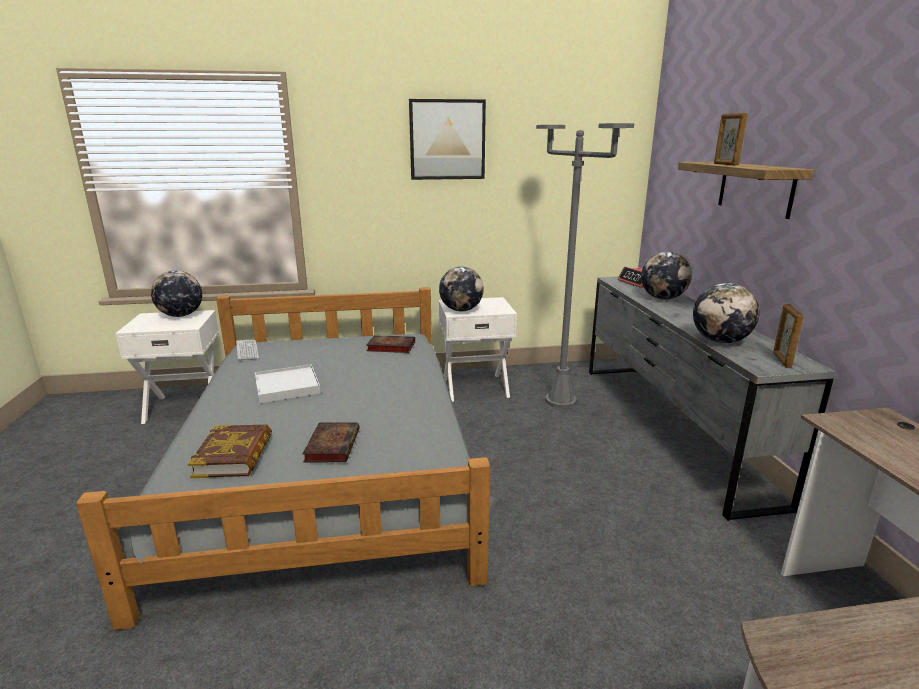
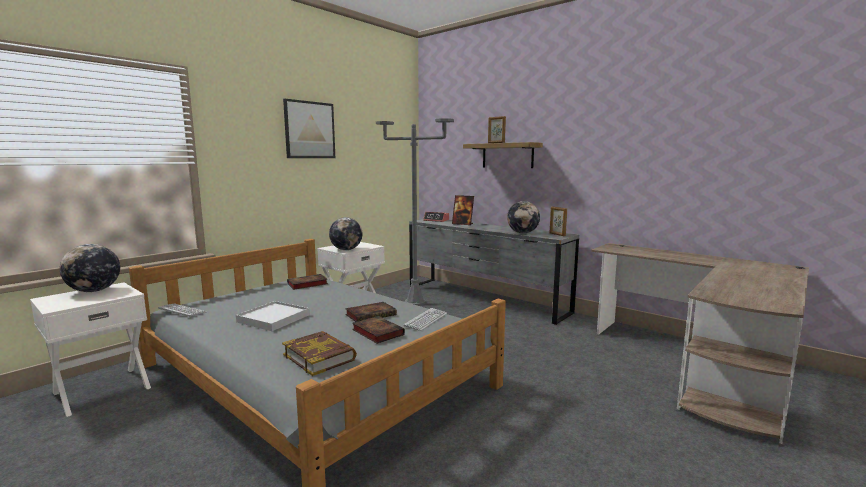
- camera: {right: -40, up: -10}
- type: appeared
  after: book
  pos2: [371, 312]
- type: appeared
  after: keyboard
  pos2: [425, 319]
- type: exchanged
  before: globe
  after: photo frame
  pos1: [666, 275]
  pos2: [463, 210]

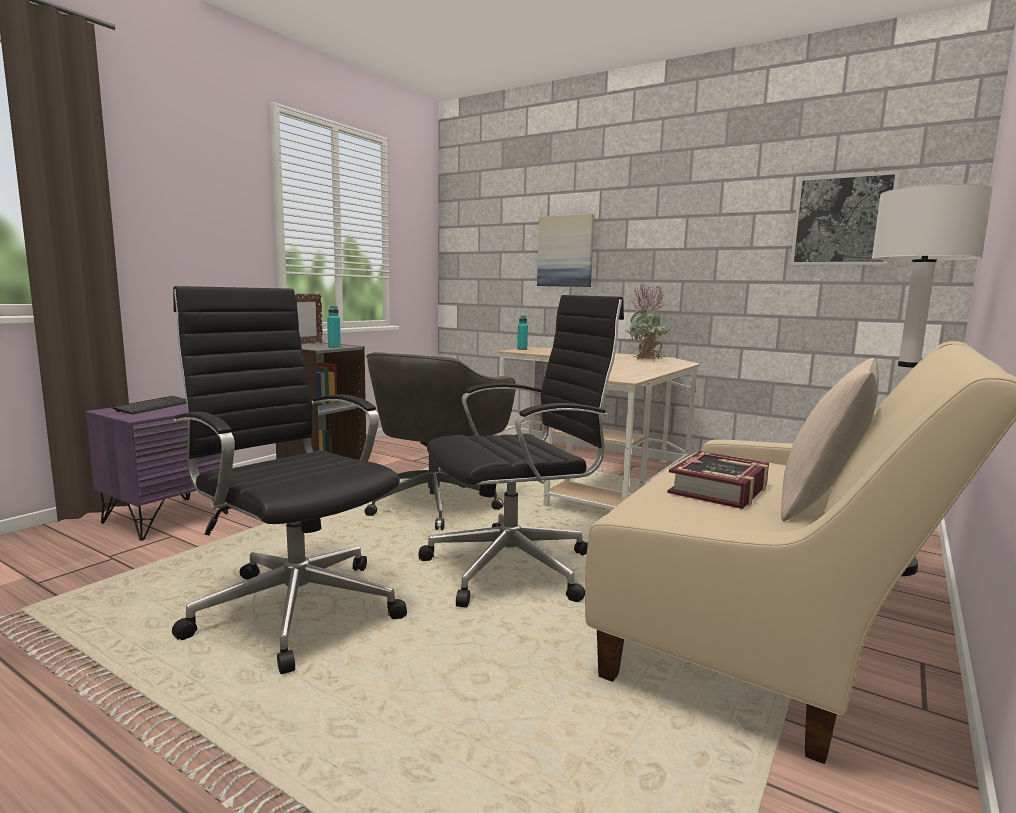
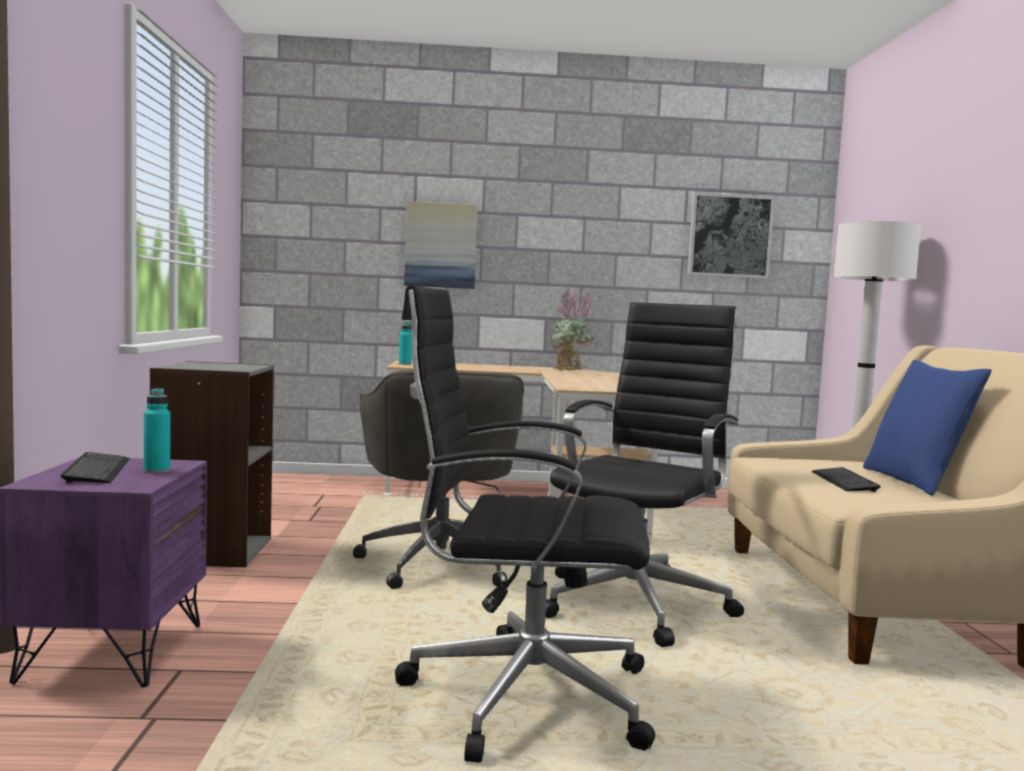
- camera: {right: -35, up: -5}
- type: missing
  before: photo frame
  pos1: [309, 318]
- type: relocated
  before: blue-green bottle
  pos1: [334, 327]
  pos2: [157, 430]
- type: exchanged
  before: book
  after: keyboard
  pos1: [718, 480]
  pos2: [846, 479]
- type: colour
  before: sand-coloured cushion
  after: blue-coloured cushion
  pos1: [830, 439]
  pos2: [927, 428]

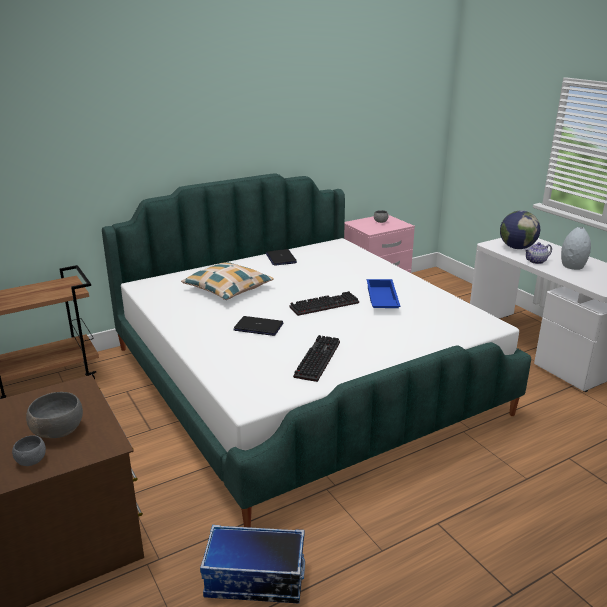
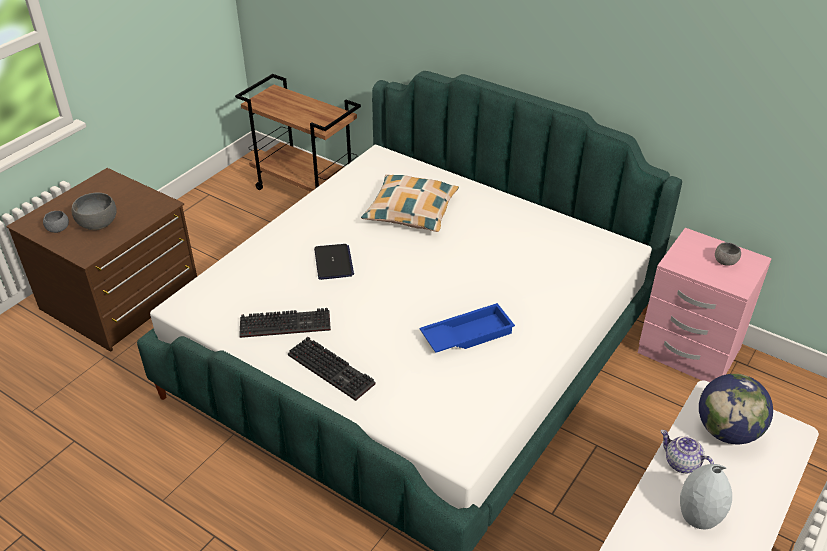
- camera: {right: 65, up: 15}
- type: missing
  before: storage container
  pos1: [252, 564]
- type: missing
  before: laptop
  pos1: [281, 257]
- type: relocated
  before: keyboard
  pos1: [324, 303]
  pos2: [332, 369]

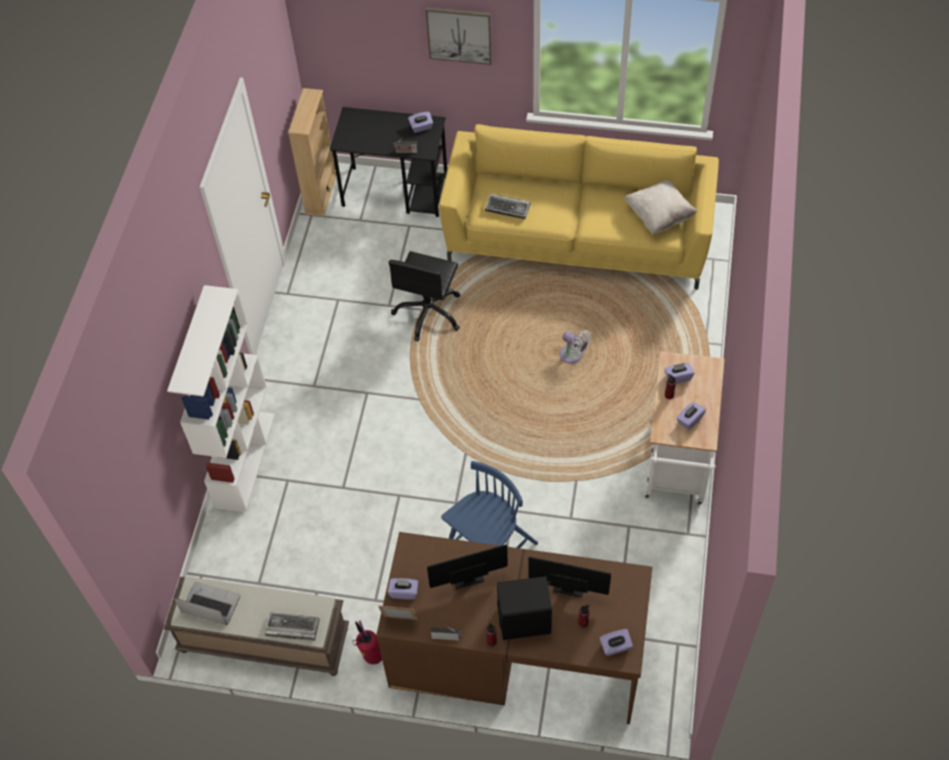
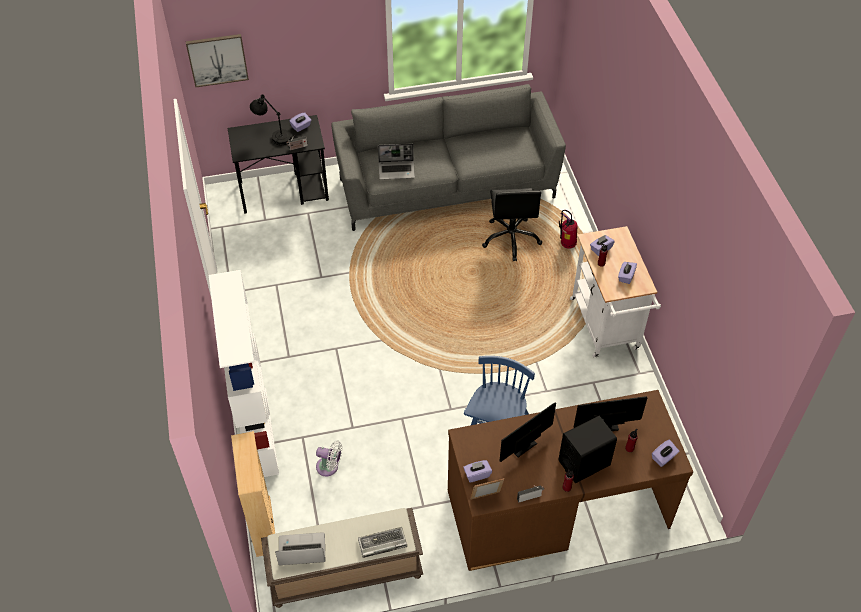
- camera: {right: -25, up: -5}
- type: missing
  before: sand-coloured cushion
  pos1: [660, 207]
- type: appeared
  after: blackish table lamp
  pos2: [271, 119]
- type: relocated
  before: sand-coloured bookshelf
  pos1: [312, 152]
  pos2: [253, 494]
- type: relocated
  before: extinguisher
  pos1: [367, 642]
  pos2: [568, 229]
- type: relocated
  before: blackish computer chair
  pos1: [424, 296]
  pos2: [512, 224]
- type: relocated
  before: wall art
  pos1: [459, 36]
  pos2: [217, 61]
- type: relocated
  before: white cooling fan
  pos1: [575, 347]
  pos2: [329, 458]
- type: exchanged
  before: keyboard
  after: laptop
  pos1: [508, 206]
  pos2: [396, 161]
- type: colour
  before: yellow sofa
  after: grey sofa
  pos1: [579, 207]
  pos2: [448, 157]

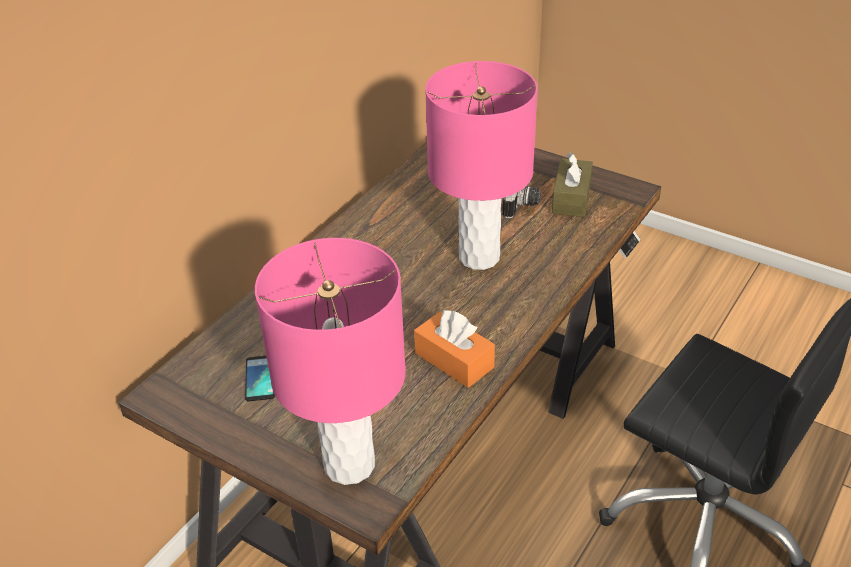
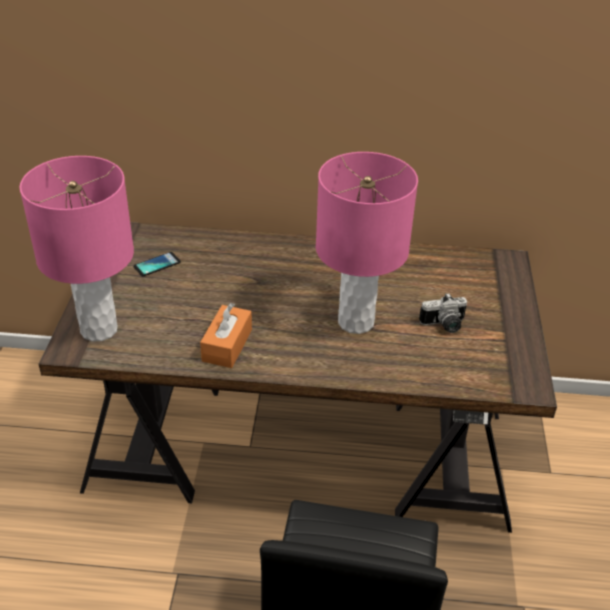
- camera: {right: 60, up: 0}
- type: missing
  before: brownish tissue holder
  pos1: [572, 185]

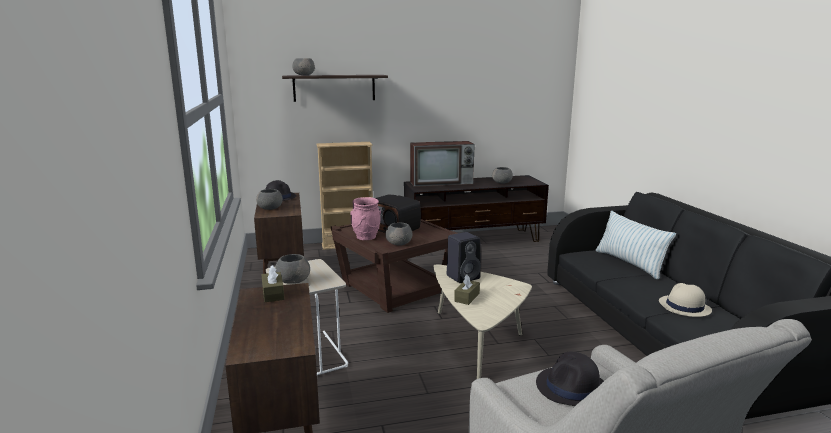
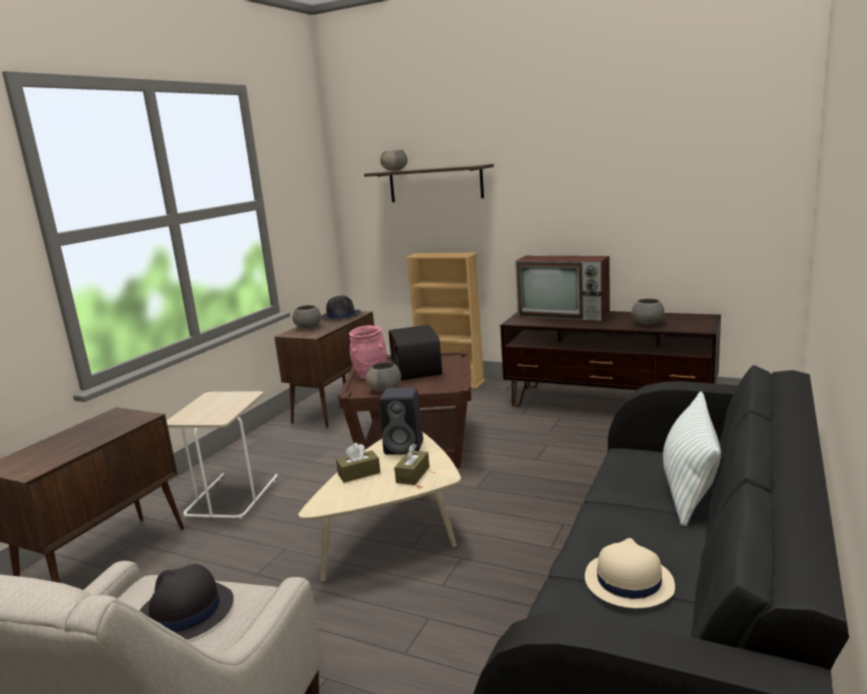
- camera: {right: 40, up: 0}
- type: missing
  before: grey serving bowl
  pos1: [292, 269]
- type: relocated
  before: brownish tissue holder
  pos1: [272, 283]
  pos2: [412, 464]

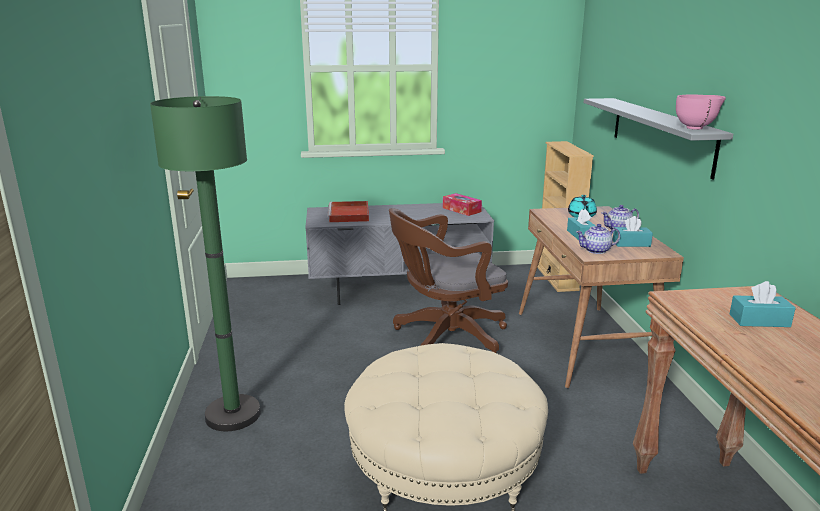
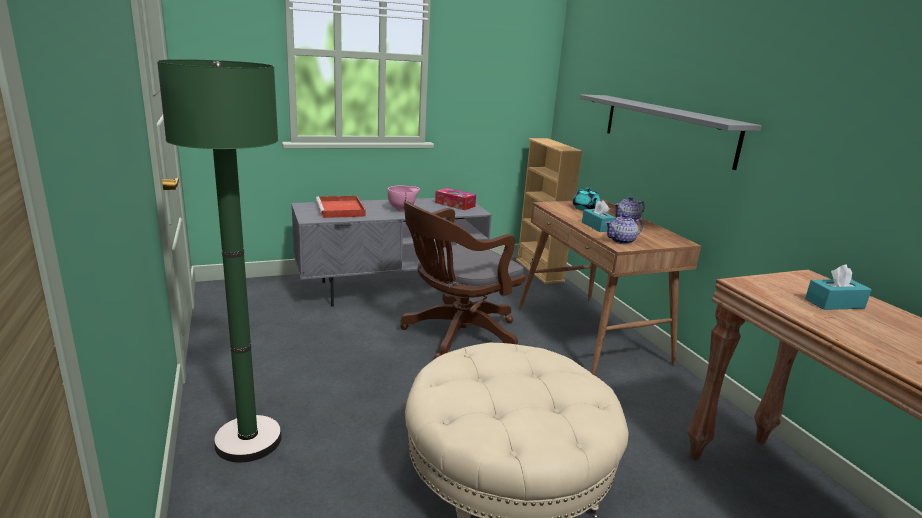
- camera: {right: -15, up: 0}
- type: missing
  before: blue-green tissue holder
  pos1: [633, 231]
- type: relocated
  before: pinkish serving bowl
  pos1: [701, 112]
  pos2: [403, 198]

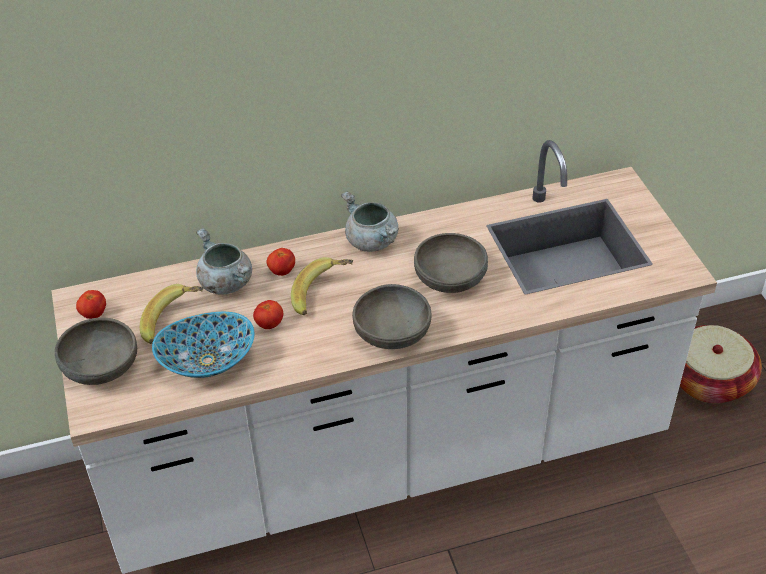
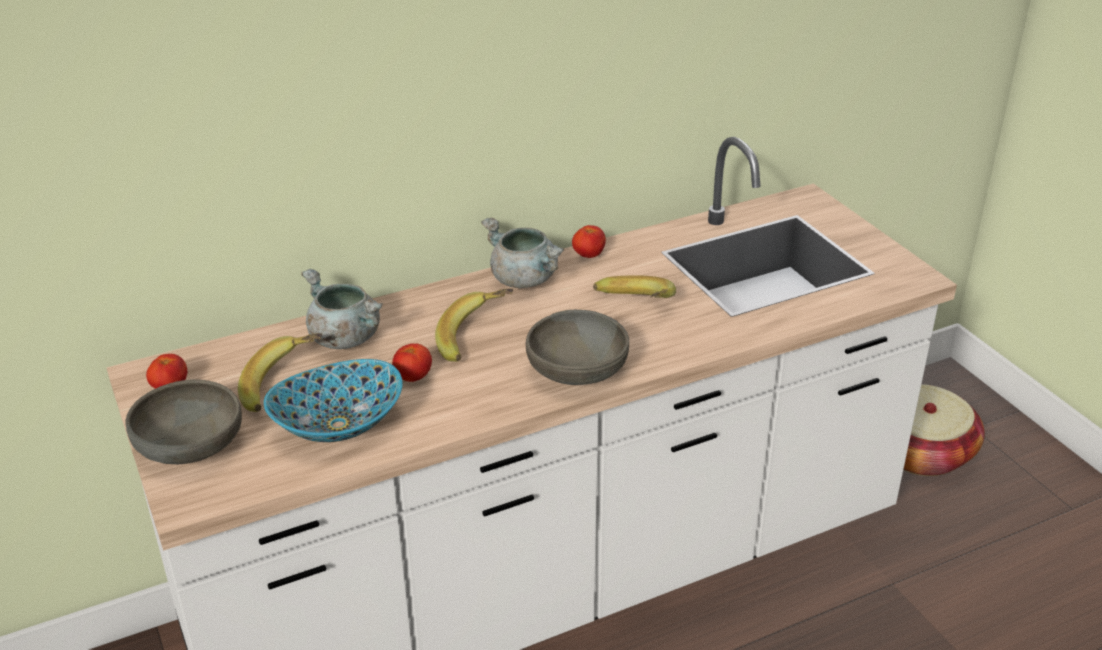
- camera: {right: -10, up: -10}
- type: relocated
  before: fresh tomato
  pos1: [281, 262]
  pos2: [589, 241]
- type: exchanged
  before: grey serving bowl
  after: banana fruit
  pos1: [451, 263]
  pos2: [634, 286]

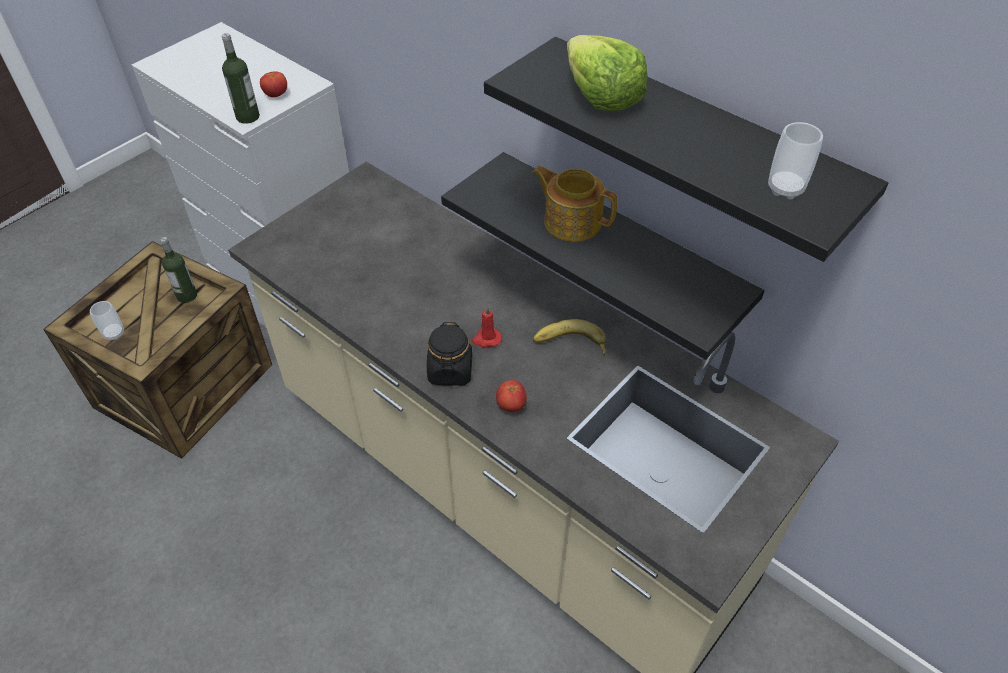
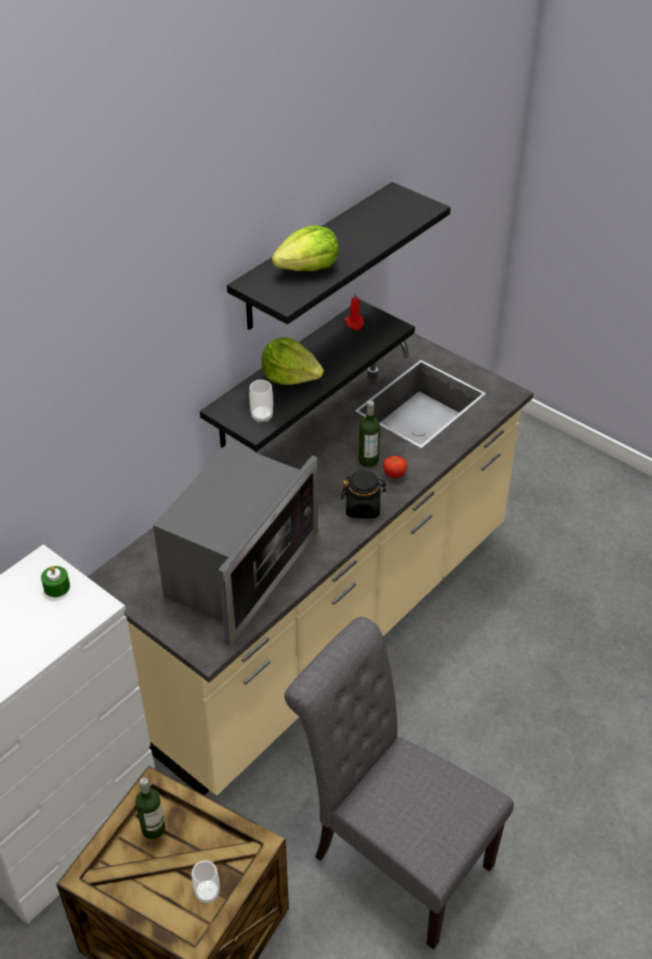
- camera: {right: -90, up: -5}
- type: missing
  before: banana fruit
  pos1: [569, 337]
- type: appeared
  after: microwave
  pos2: [235, 544]
- type: appeared
  after: grey upright chair
  pos2: [399, 783]
- type: relocated
  before: bottle
  pos1: [241, 78]
  pos2: [369, 433]
- type: relocated
  before: red-coloured wax light
  pos1: [487, 327]
  pos2: [354, 311]
- type: relocated
  before: cup
  pos1: [795, 160]
  pos2: [261, 401]
- type: exchanged
  before: fresh tomato
  after: green wax light
  pos1: [273, 84]
  pos2: [55, 581]
- type: exchanged
  before: pot for tea
  after: lettuce
  pos1: [574, 204]
  pos2: [293, 361]

